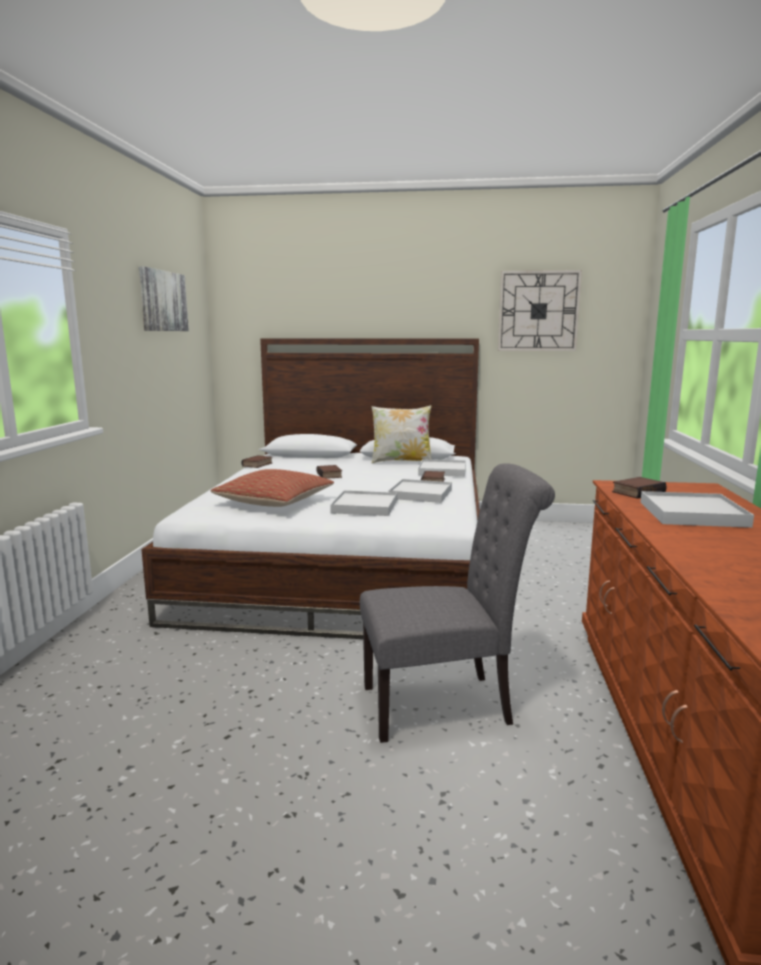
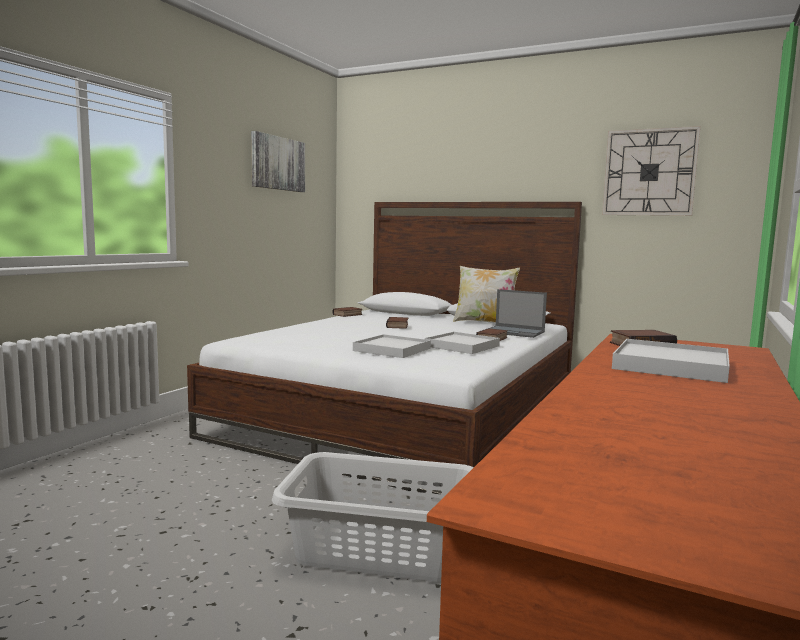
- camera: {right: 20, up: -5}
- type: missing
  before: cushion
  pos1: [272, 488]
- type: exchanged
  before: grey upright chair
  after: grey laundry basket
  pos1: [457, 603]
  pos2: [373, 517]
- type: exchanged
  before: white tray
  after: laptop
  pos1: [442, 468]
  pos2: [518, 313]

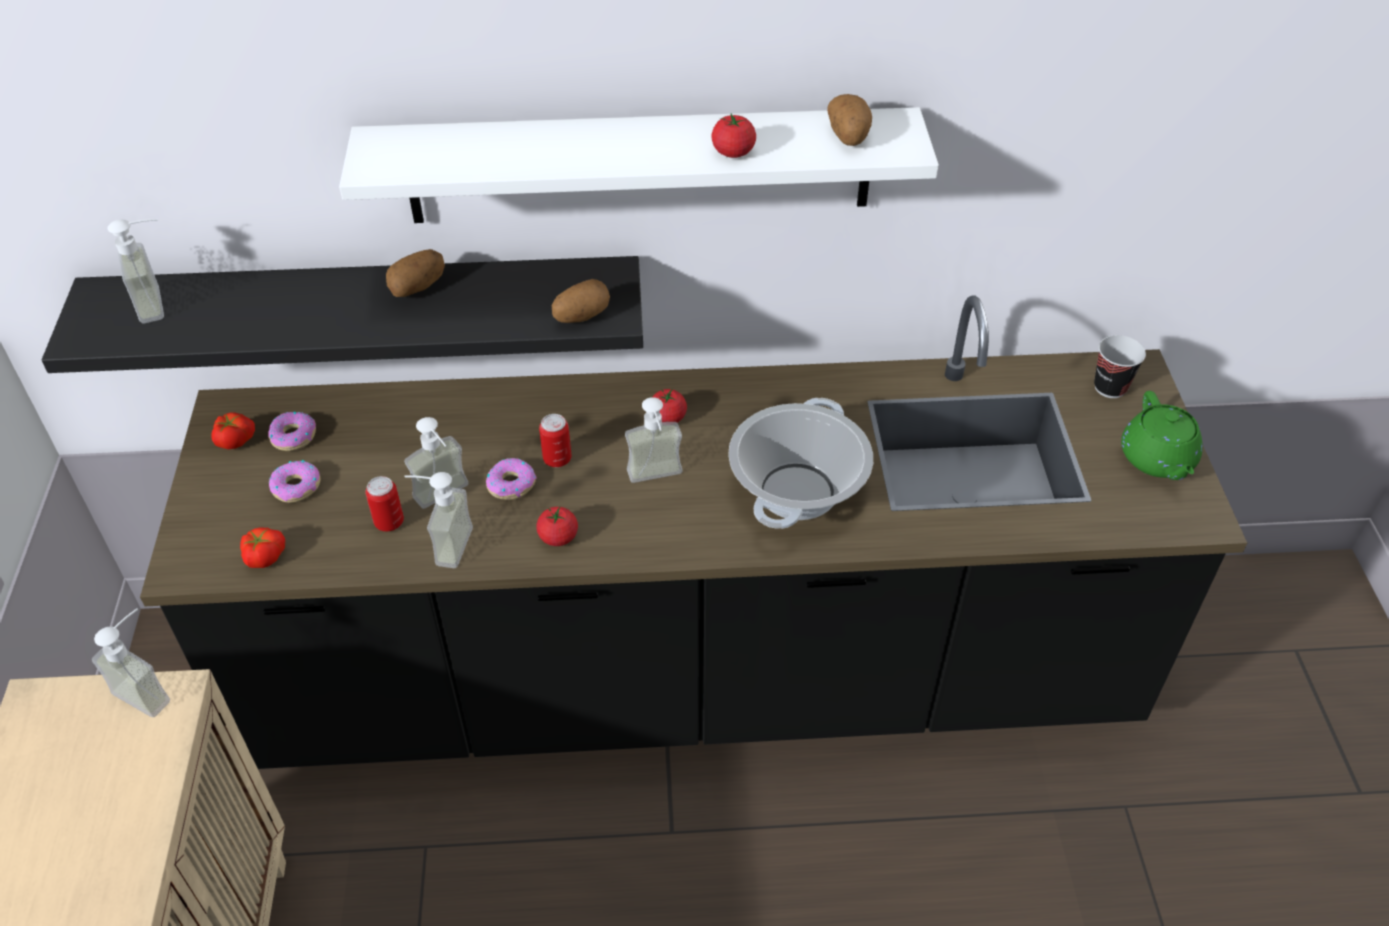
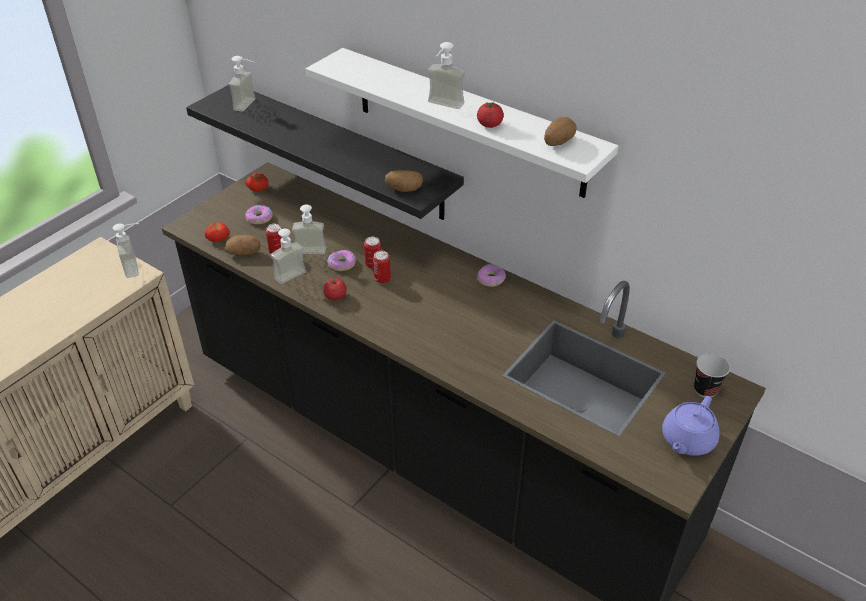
- camera: {right: 40, up: -5}
- type: missing
  before: fresh tomato
  pos1: [670, 405]
- type: missing
  before: saucepot
  pos1: [800, 463]
- type: appeared
  after: metal can
  pos2: [382, 267]
- type: relocated
  before: donut
  pos1: [292, 431]
  pos2: [491, 275]
- type: relocated
  before: spud
  pos1: [415, 273]
  pos2: [243, 245]
- type: relocated
  before: soap dispenser
  pos1: [653, 440]
  pos2: [446, 75]
- type: colour
  before: green pot for tea
  after: purple pot for tea
  pos1: [1162, 435]
  pos2: [691, 426]

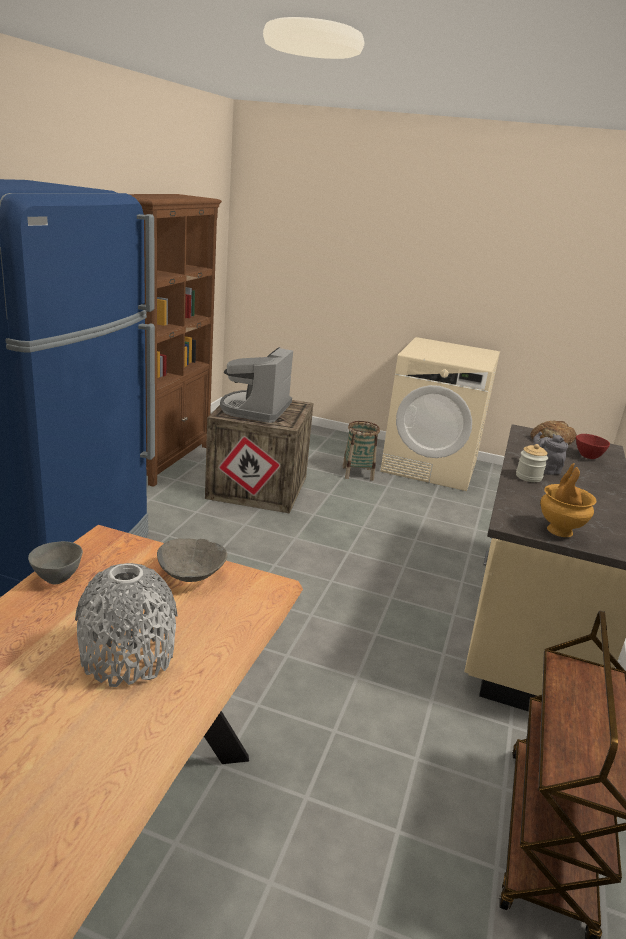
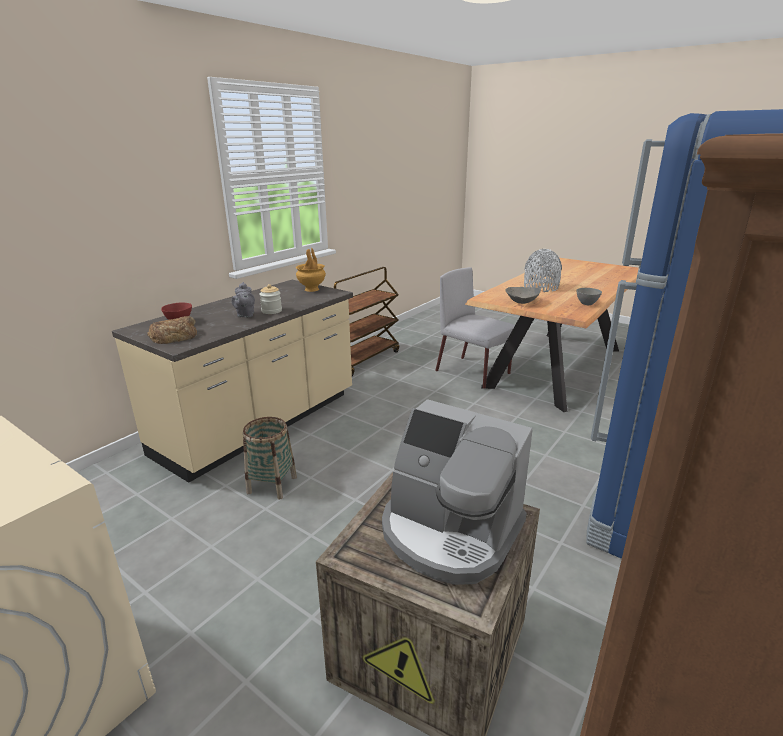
- camera: {right: -160, up: 0}
- type: appeared
  after: grey upright chair
  pos2: [475, 328]
- type: relocated
  before: household basket
  pos1: [361, 451]
  pos2: [270, 458]
- type: spun
  before: coffee machine
  pos1: [256, 385]
  pos2: [457, 492]
  turn: 90

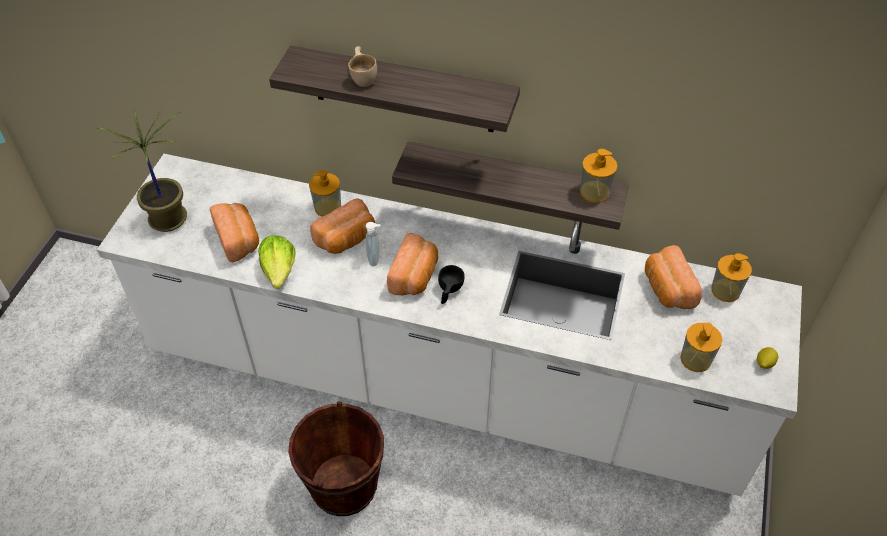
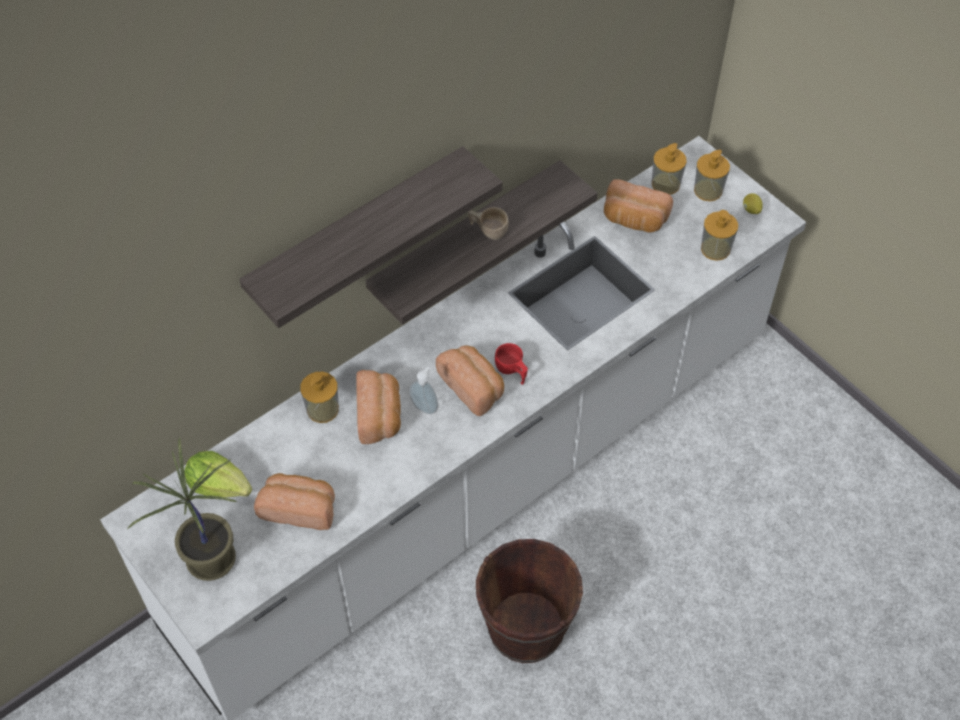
- camera: {right: -55, up: 5}
- type: relocated
  before: lettuce
  pos1: [277, 262]
  pos2: [218, 474]
- type: relocated
  before: sand-coloured cup
  pos1: [362, 66]
  pos2: [488, 223]
- type: relocated
  before: soap dispenser
  pos1: [598, 176]
  pos2: [712, 175]
- type: colour
  before: blackish cup
  after: red-coloured cup
  pos1: [451, 284]
  pos2: [511, 364]

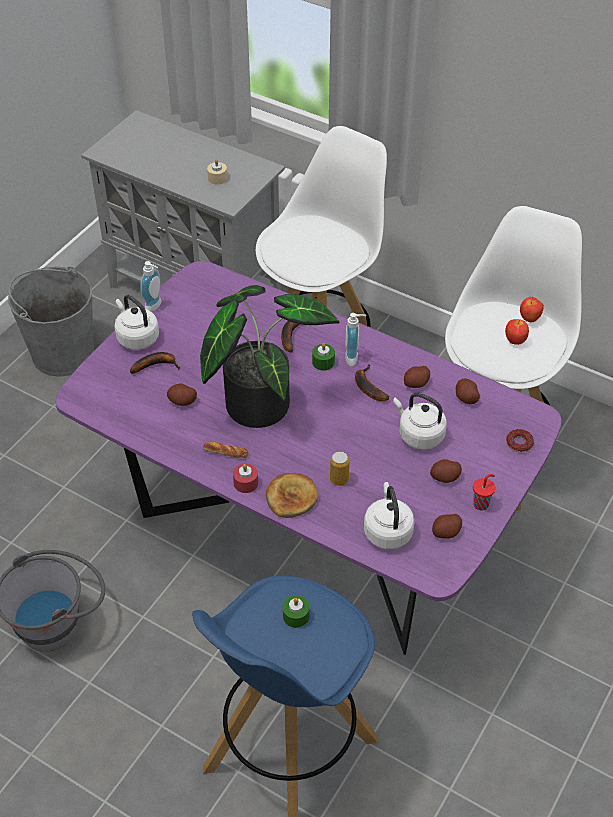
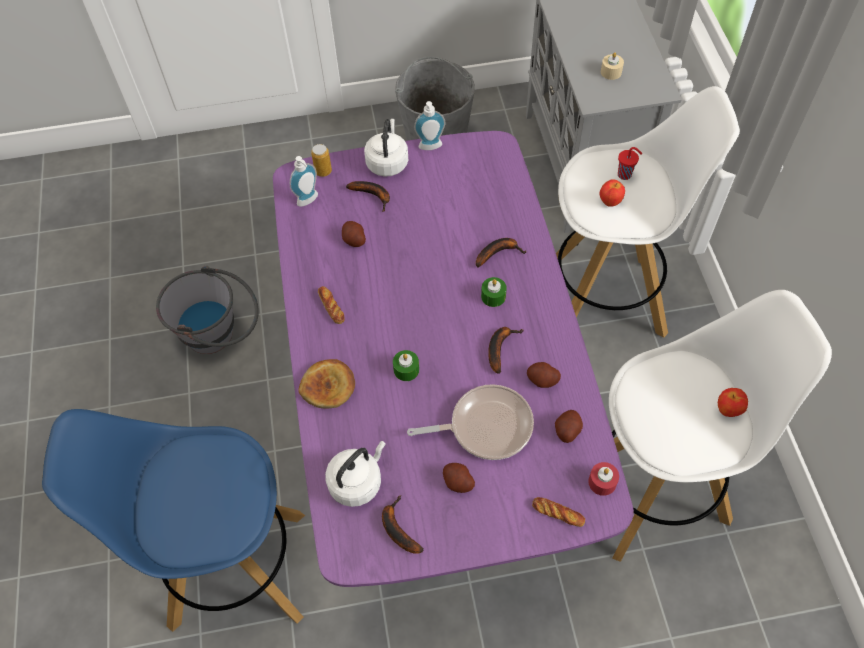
- camera: {right: 50, up: 10}
- type: missing
  before: potted plant
  pos1: [270, 356]
- type: relocated
  before: red-coloured wax light
  pos1: [245, 478]
  pos2: [603, 479]
- type: relocated
  before: green wax light
  pos1: [296, 611]
  pos2: [406, 365]
- type: relocated
  before: metal can
  pos1: [340, 468]
  pos2: [321, 160]
- type: relocated
  before: soap dispenser
  pos1: [355, 339]
  pos2: [304, 181]
- type: relocated
  before: red-coloured cup
  pos1: [484, 492]
  pos2: [630, 163]
- type: relocated
  before: apple
  pos1: [517, 332]
  pos2: [612, 193]
- type: exchanged
  before: white water kettle
  after: skillet
  pos1: [420, 421]
  pos2: [470, 422]
- type: exchanged
  before: spud
  after: banana fruit
  pos1: [447, 526]
  pos2: [403, 524]
- type: exchanged
  before: donut
  after: bakery bread
  pos1: [520, 441]
  pos2: [558, 512]

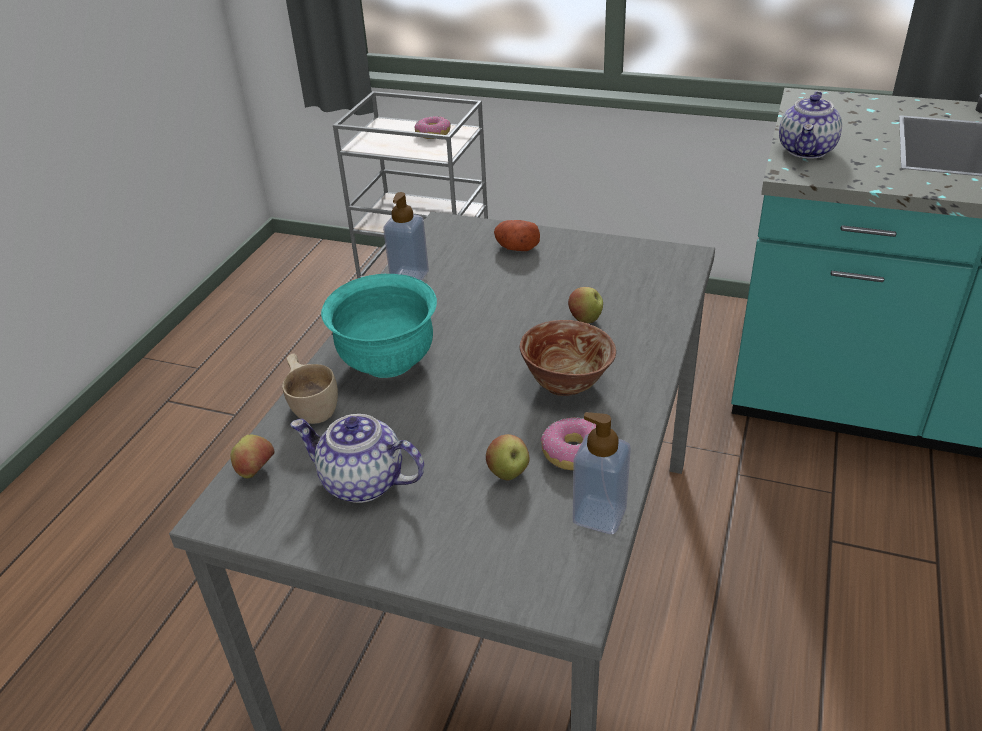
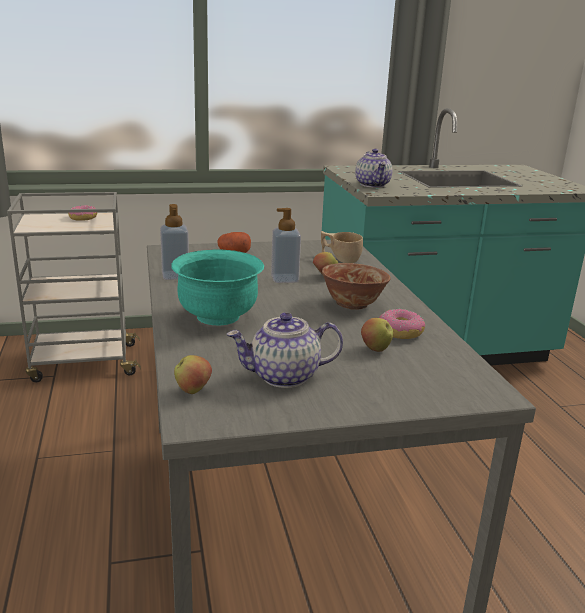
- camera: {right: -35, up: -15}
- type: relocated
  before: sand-coloured cup
  pos1: [310, 388]
  pos2: [342, 247]
- type: relocated
  before: soap dispenser
  pos1: [602, 473]
  pos2: [286, 245]

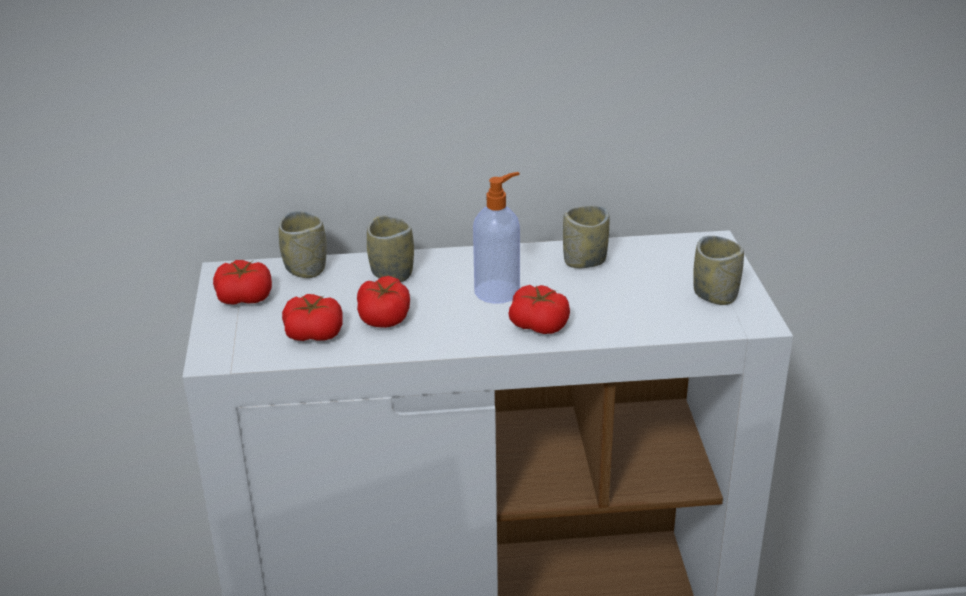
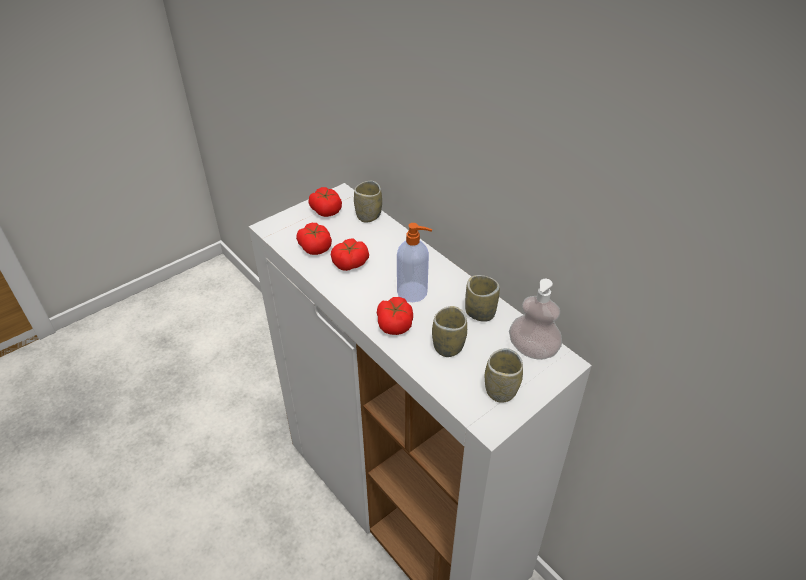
- camera: {right: 55, up: 10}
- type: appeared
  after: soap dispenser
  pos2: [535, 319]
- type: relocated
  before: cup
  pos1: [390, 249]
  pos2: [449, 331]

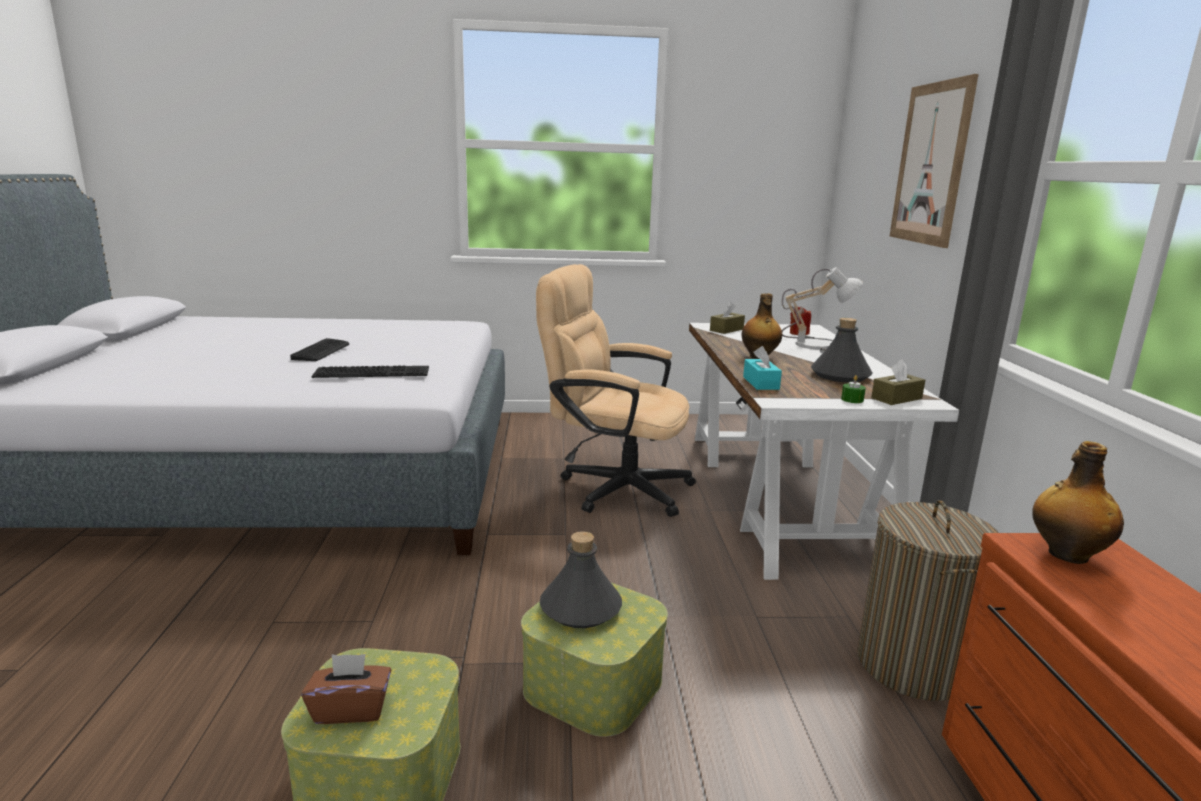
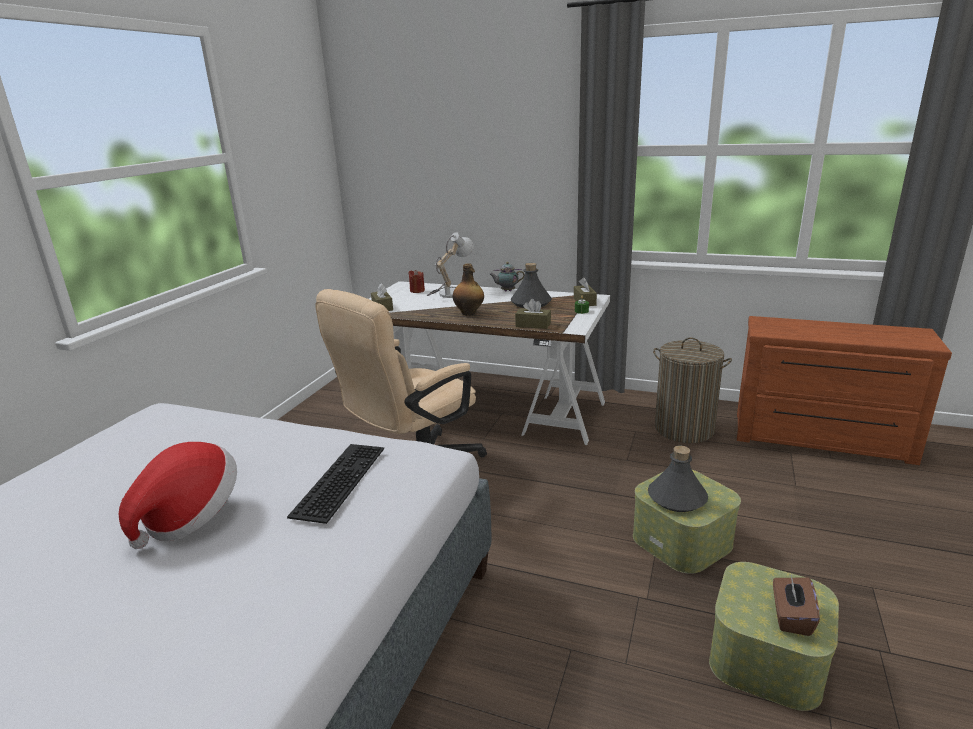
- camera: {right: -65, up: 5}
- type: missing
  before: wall art
  pos1: [934, 161]
- type: missing
  before: bottle
  pos1: [1078, 502]
- type: appeared
  after: pot for tea
  pos2: [507, 276]
- type: exchanged
  before: keyboard
  after: wearable hat
  pos1: [319, 349]
  pos2: [178, 495]
- type: colour
  before: blue-green tissue holder
  after: brownish tissue holder
  pos1: [762, 368]
  pos2: [533, 314]

